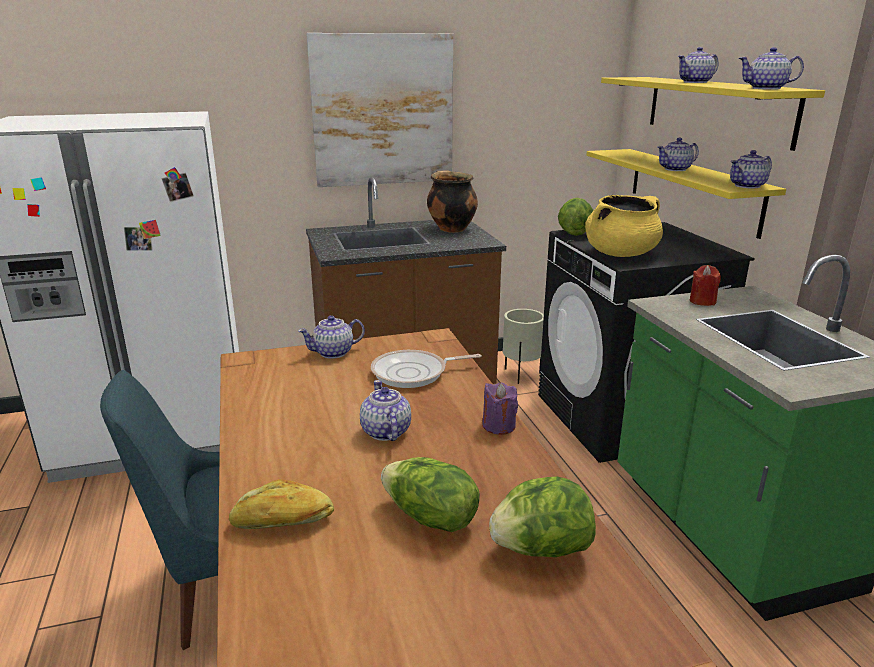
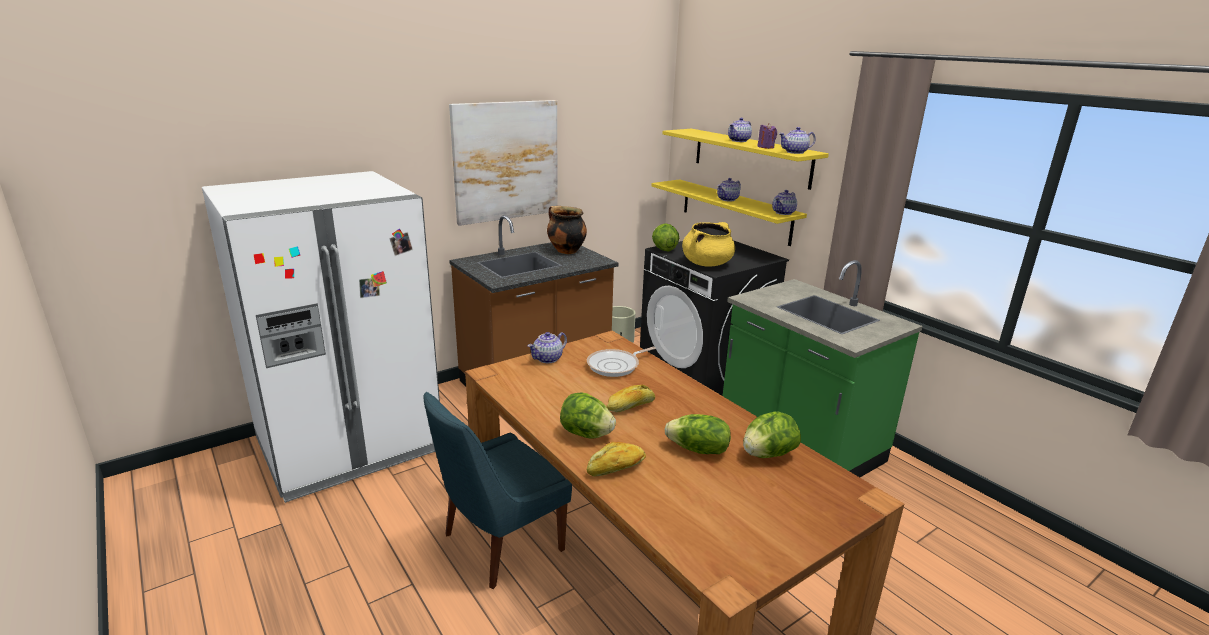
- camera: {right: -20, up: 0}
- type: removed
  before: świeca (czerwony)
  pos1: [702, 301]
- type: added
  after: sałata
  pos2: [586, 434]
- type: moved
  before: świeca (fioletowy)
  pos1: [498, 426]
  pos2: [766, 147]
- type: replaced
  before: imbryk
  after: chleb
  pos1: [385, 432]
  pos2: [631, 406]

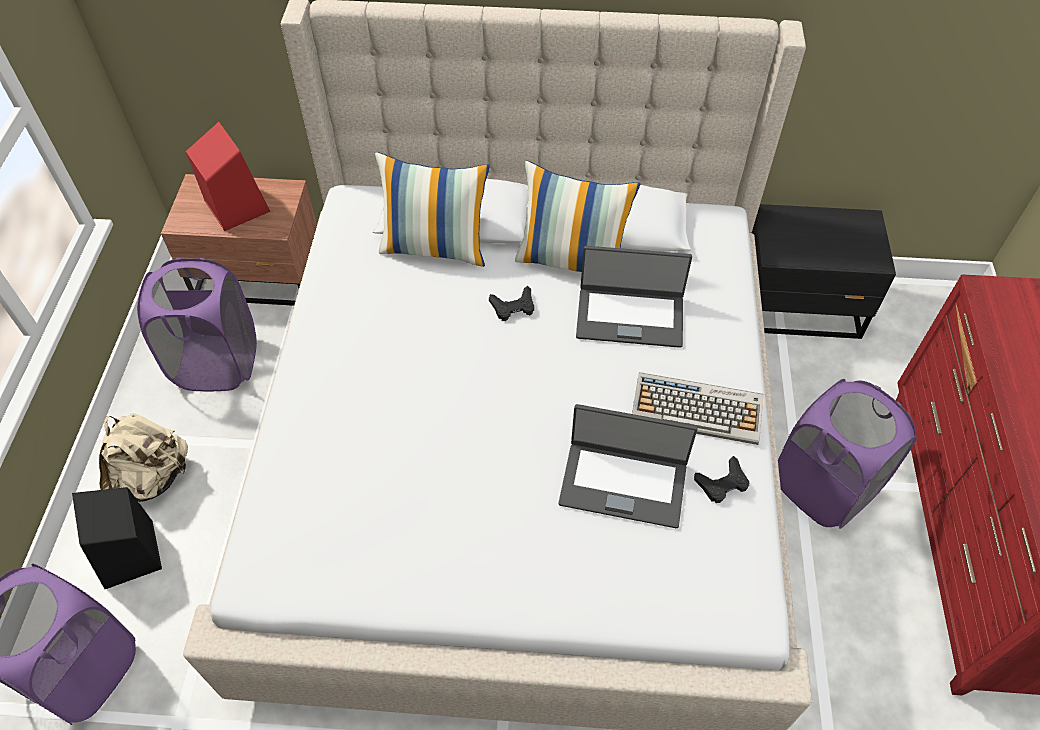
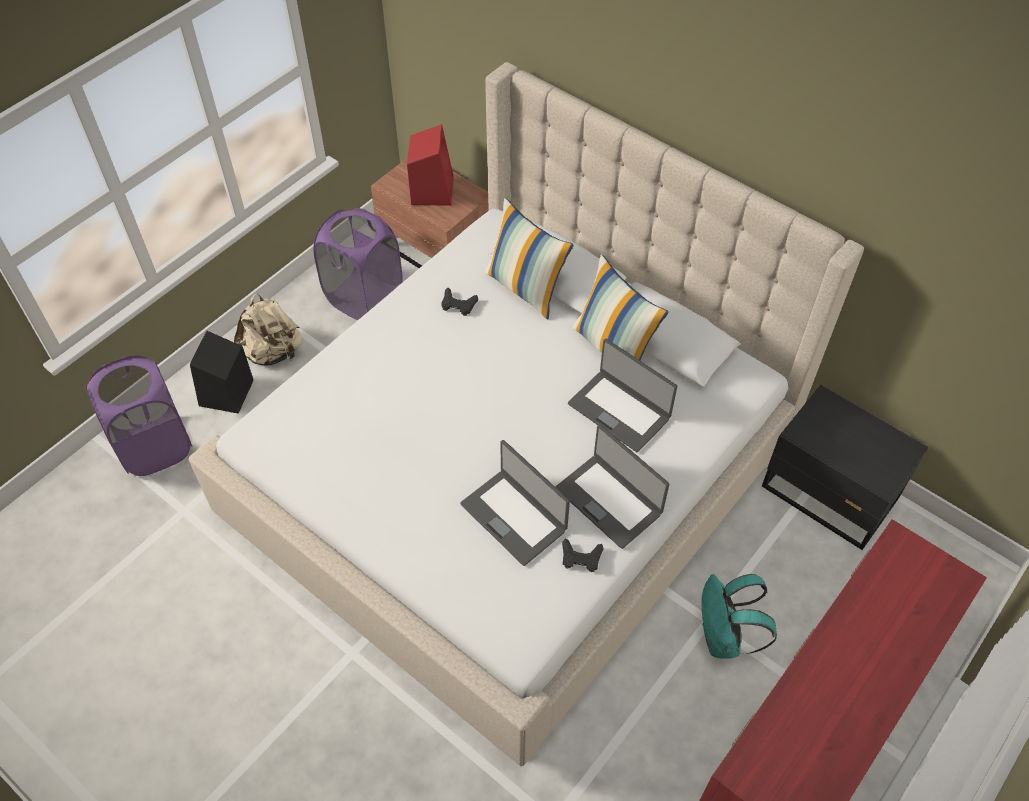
- camera: {right: 35, up: 0}
- type: moved
  before: pad do gier (czarny)
  pos1: [513, 307]
  pos2: [458, 304]
- type: replaced
  before: klawiatura
  after: laptop
  pos1: [697, 409]
  pos2: [609, 500]
- type: replaced
  before: kosz na pranie (fioletowy)
  after: plecak (turkusowy)
  pos1: [824, 487]
  pos2: [723, 638]

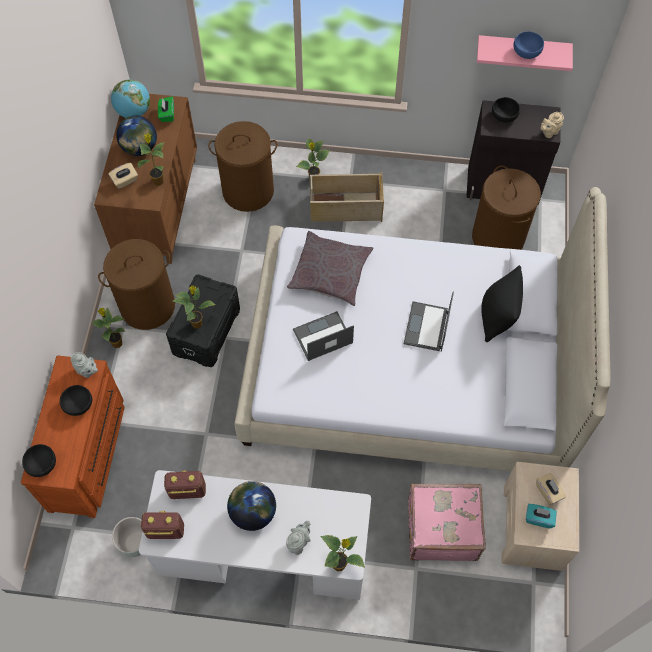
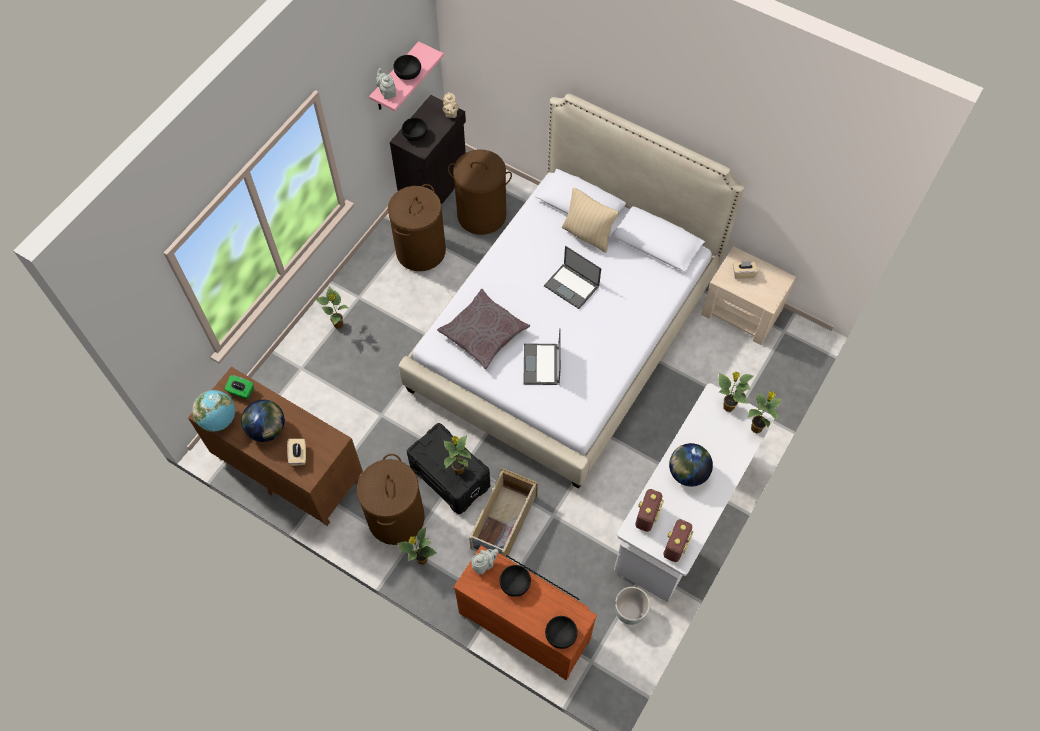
- camera: {right: -65, up: 0}
- type: removed
  before: walizka (różowy)
  pos1: [441, 528]
- type: removed
  before: pudełko chusteczek (turkusowy)
  pos1: [538, 518]
- type: moved
  before: roślina doniczkowa
  pos1: [158, 180]
  pos2: [727, 406]
- type: moved
  before: kosz na pranie (brązowy)
  pos1: [248, 191]
  pos2: [420, 250]
- type: moved
  before: imbryk (szary)
  pos1: [299, 542]
  pos2: [387, 92]
- type: moved
  before: pojemnik do przechowywania (beżowy)
  pos1: [345, 207]
  pos2: [503, 523]
- type: recoloured
  before: poduszka (czarny)
  after: poduszka (beżowy)
  pos1: [497, 317]
  pos2: [587, 235]
- type: recoloured
  before: miska (niebieski)
  after: miska (czarny)
  pos1: [527, 51]
  pos2: [407, 73]

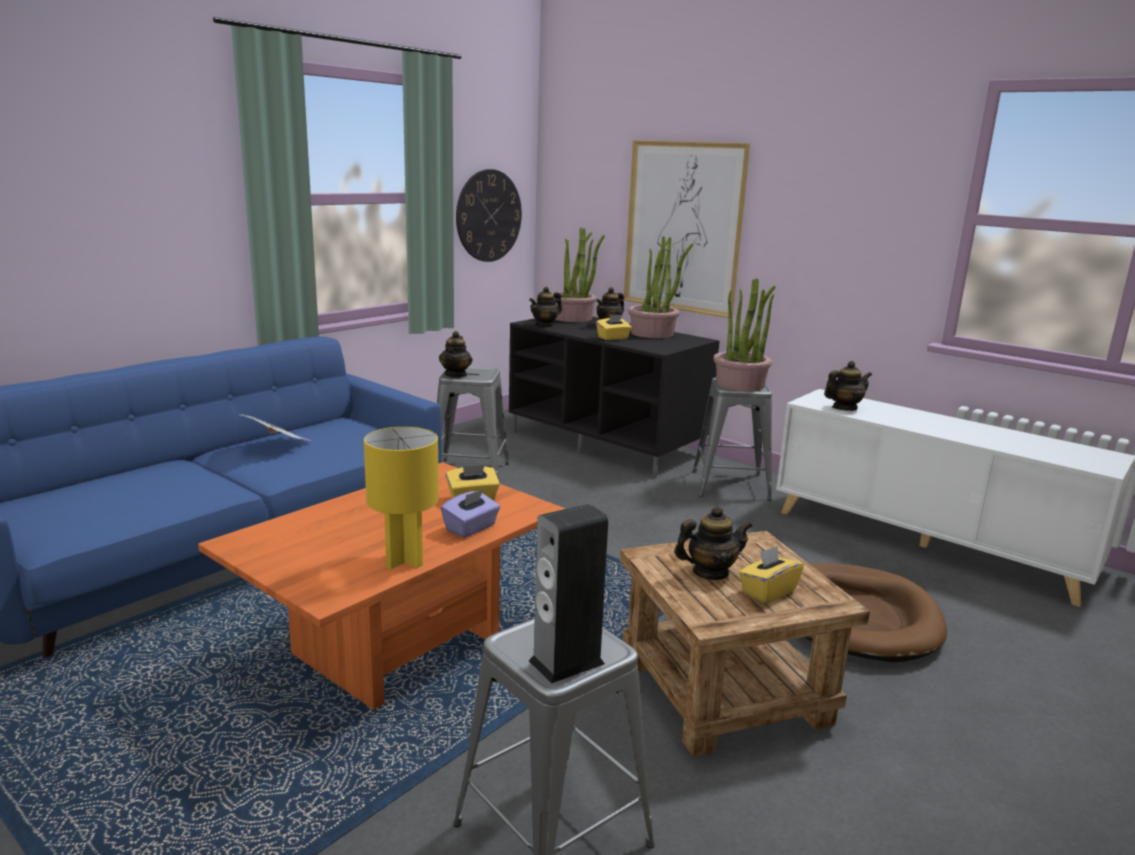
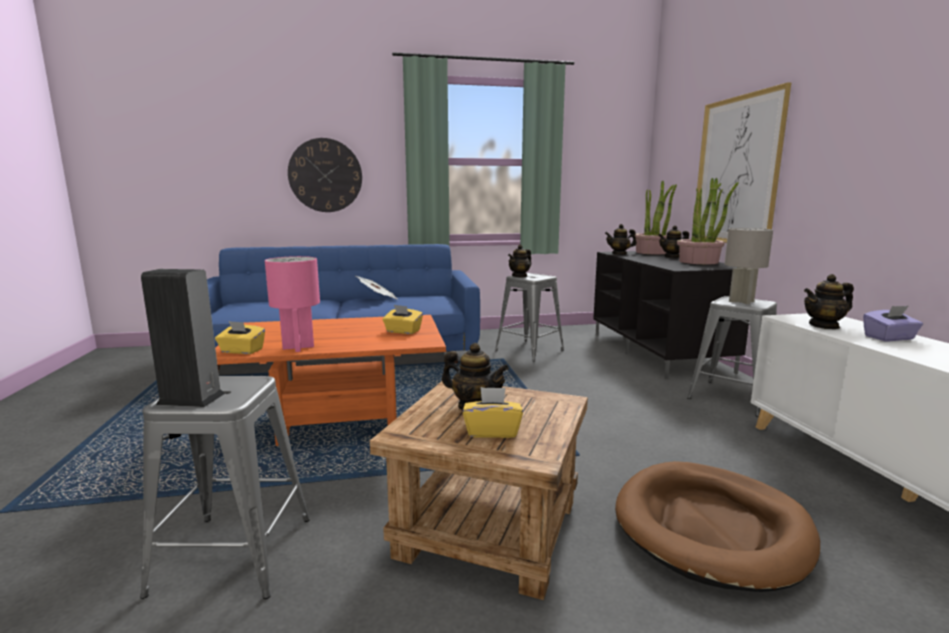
- camera: {right: 40, up: -5}
- type: moved
  before: pudełko chusteczek (fioletowy)
  pos1: [471, 528]
  pos2: [889, 338]
- type: moved
  before: zegar ścienny
  pos1: [489, 216]
  pos2: [325, 175]
- type: moved
  before: pudełko chusteczek (żółty)
  pos1: [613, 338]
  pos2: [242, 351]
- type: replaced
  before: roślina doniczkowa
  after: lampa stołowa (szary)
  pos1: [740, 384]
  pos2: [742, 301]
- type: recoloured
  before: lampa stołowa (żółty)
  after: lampa stołowa (różowy)
  pos1: [403, 560]
  pos2: [298, 347]
- type: turned
  before: imbryk
  pos1: [844, 408]
  pos2: [824, 326]
  turn: 150

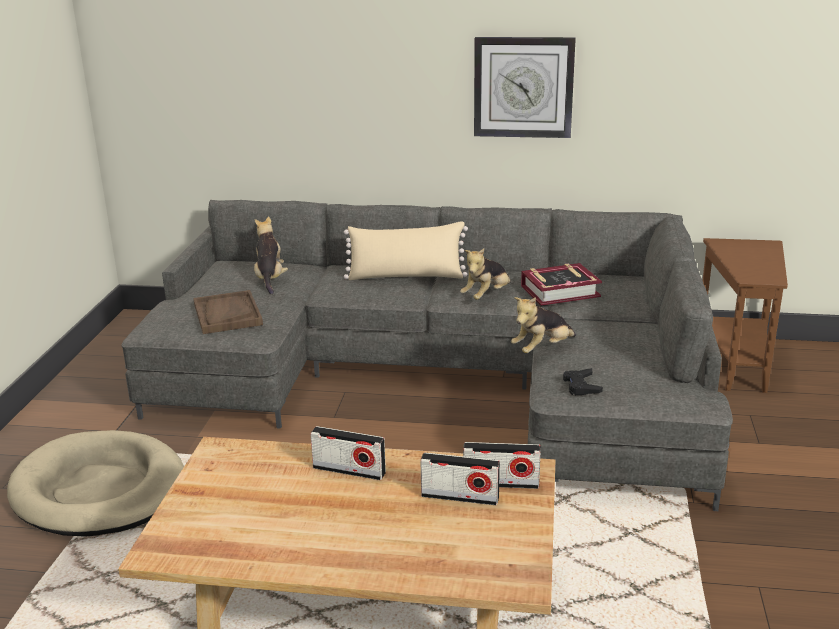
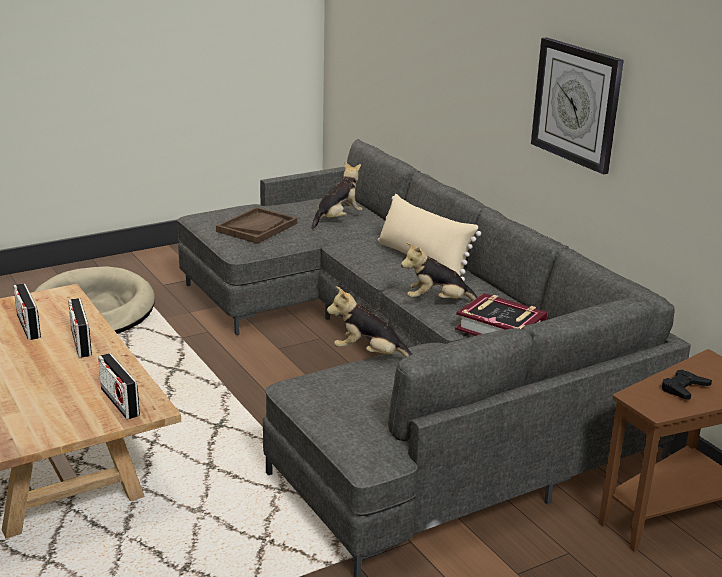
- camera: {right: 50, up: 0}
- type: moved
  before: radio
  pos1: [460, 497]
  pos2: [28, 326]
- type: moved
  before: pad do gier (czarny)
  pos1: [581, 386]
  pos2: [684, 389]

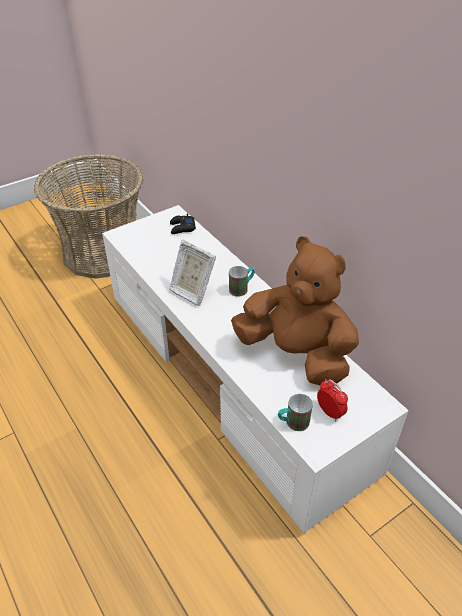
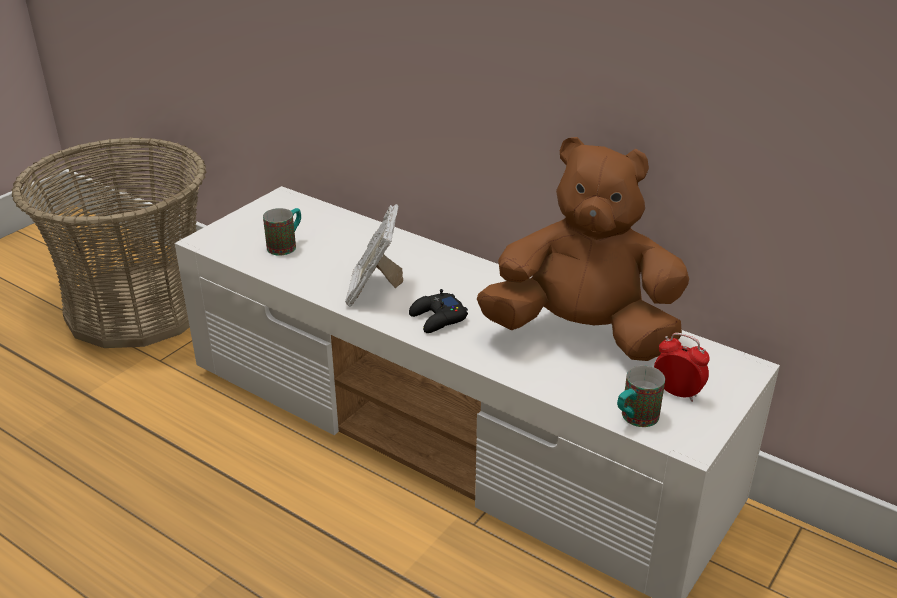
- camera: {right: -20, up: -10}
- type: moved
  before: pad do gier (czarny)
  pos1: [182, 228]
  pos2: [438, 318]
- type: moved
  before: kubek
  pos1: [242, 289]
  pos2: [286, 245]
- type: turned
  before: ramka na zdjęcie
  pos1: [192, 291]
  pos2: [374, 290]
  turn: 75

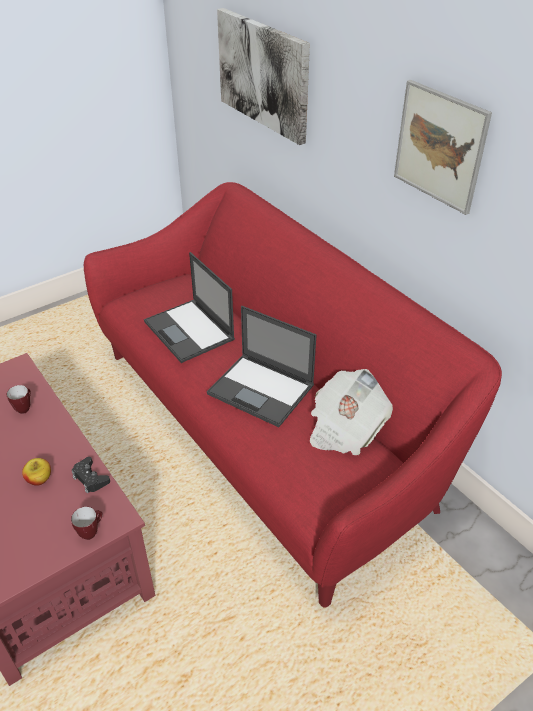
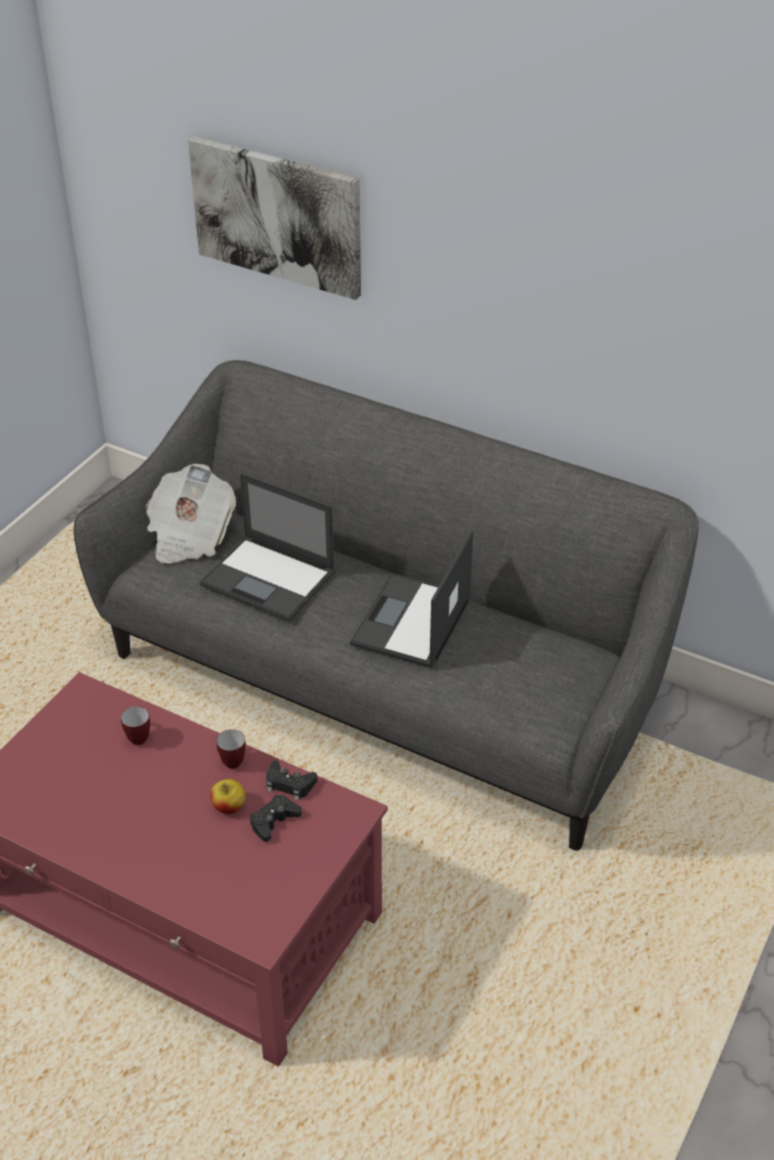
- camera: {right: -25, up: 0}
- type: removed
  before: obraz
  pos1: [440, 146]
- type: added
  after: pad do gier (czarny)
  pos2: [274, 821]
- type: moved
  before: kubek
  pos1: [91, 531]
  pos2: [233, 760]
- type: moved
  before: gazeta
  pos1: [345, 427]
  pos2: [189, 535]
- type: recoloured
  before: kanapa (czerwony)
  after: kanapa (szary)
  pos1: [266, 427]
  pos2: [387, 679]
- type: turned
  before: laptop
  pos1: [262, 390]
  pos2: [411, 622]
  turn: 105

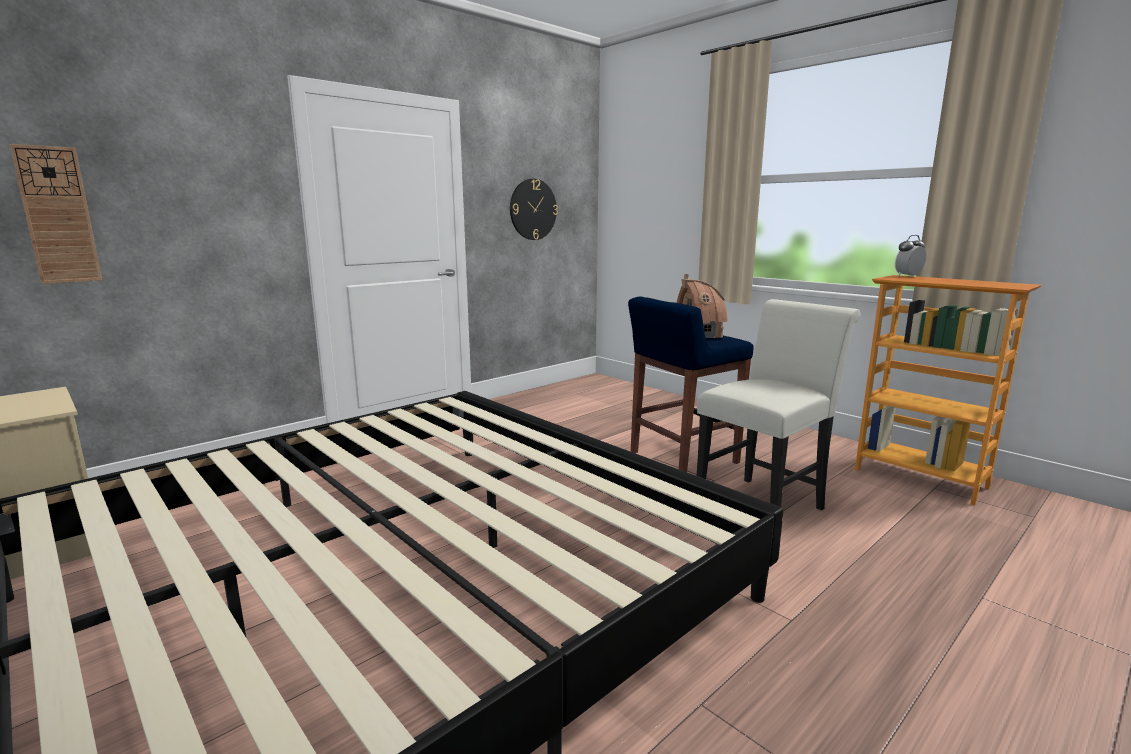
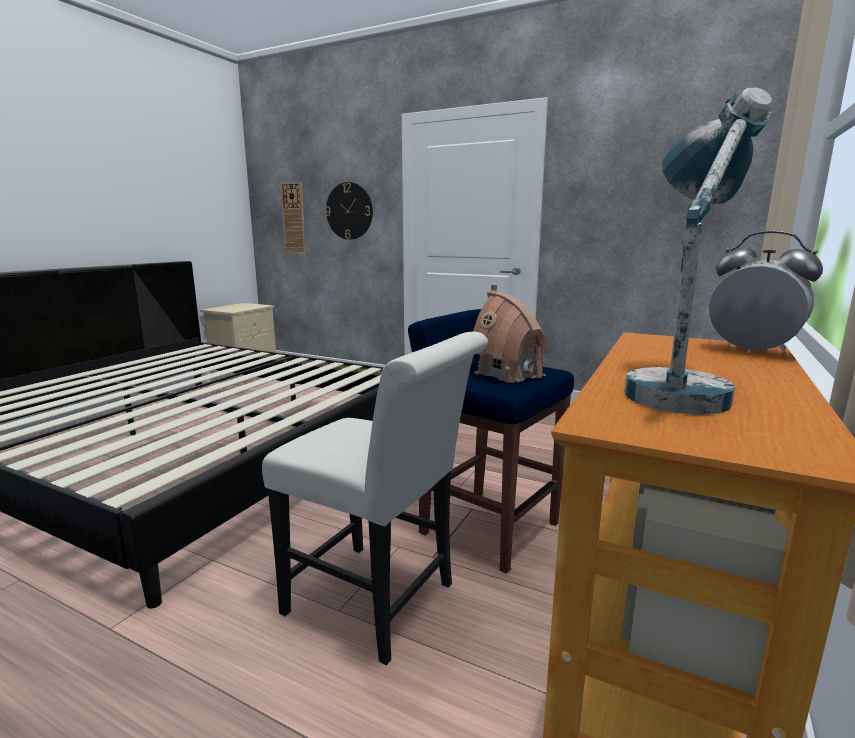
- camera: {right: 70, up: 0}
- type: added
  after: lampa stołowa
  pos2: [677, 386]
- type: moved
  before: zegar ścienny
  pos1: [533, 209]
  pos2: [349, 211]

